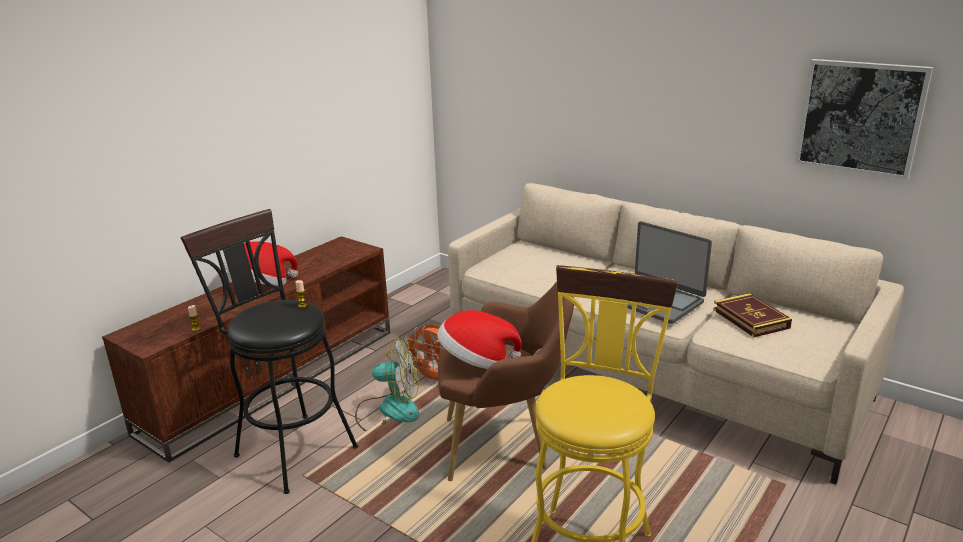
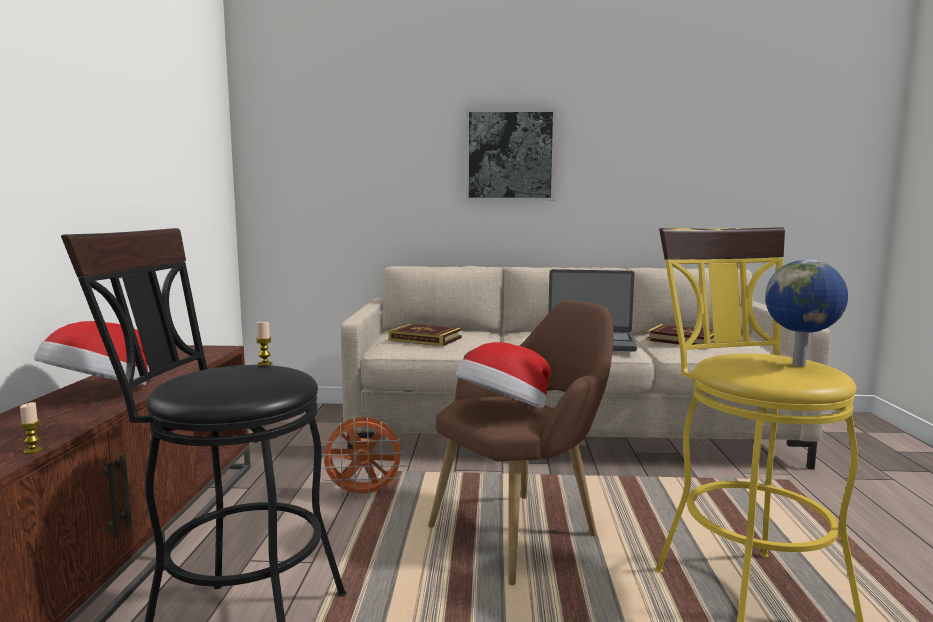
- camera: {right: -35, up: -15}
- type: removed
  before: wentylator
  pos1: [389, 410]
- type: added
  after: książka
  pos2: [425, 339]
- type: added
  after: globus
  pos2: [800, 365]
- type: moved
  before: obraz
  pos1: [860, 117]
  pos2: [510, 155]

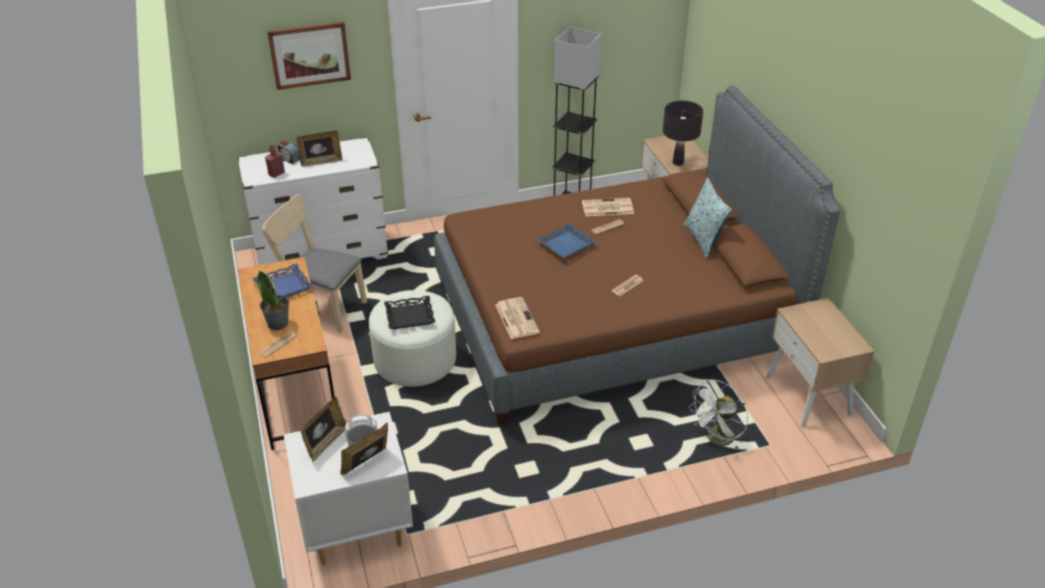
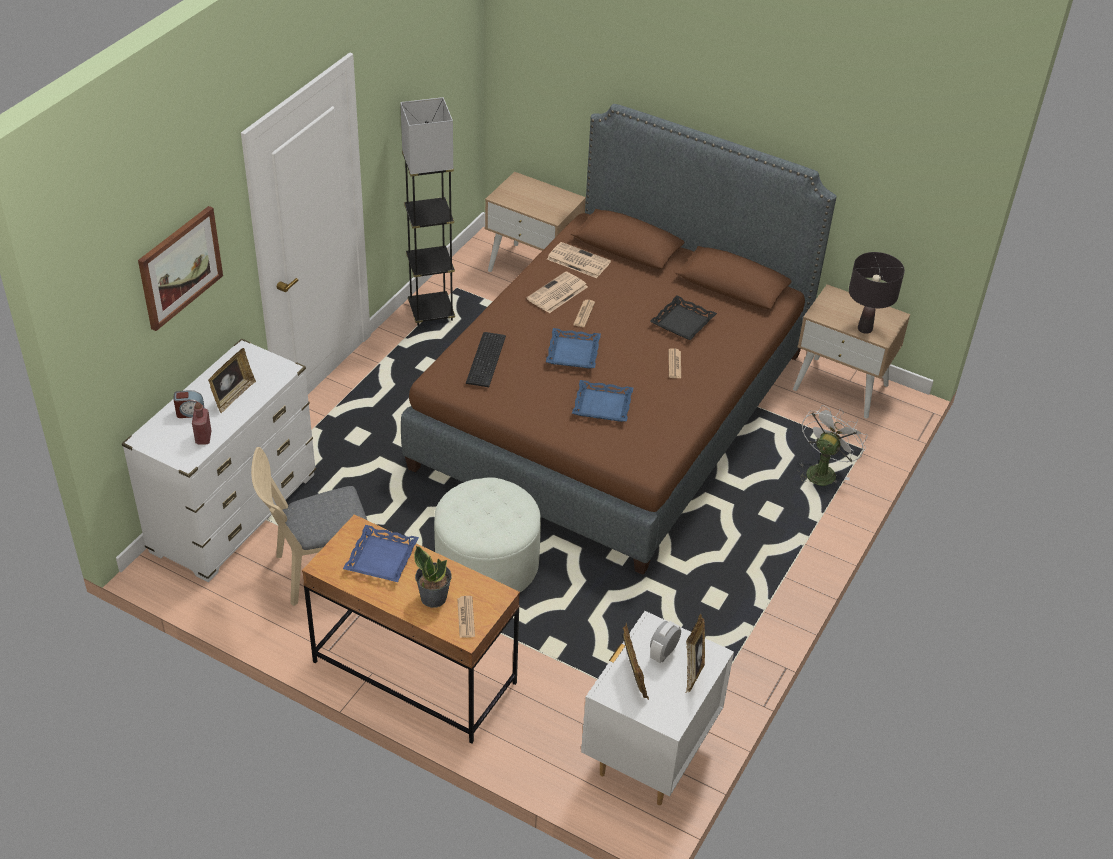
- camera: {right: -45, up: 5}
- type: removed
  before: poduszka
  pos1: [703, 240]
- type: added
  after: klawiatura
  pos2: [487, 359]
- type: added
  after: taca (niebieski)
  pos2: [602, 405]
- type: moved
  before: taca (czarny)
  pos1: [409, 316]
  pos2: [682, 322]
- type: moved
  before: gazeta
  pos1: [516, 318]
  pos2: [577, 260]
- type: moved
  before: lampa stołowa (czarny)
  pos1: [678, 162]
  pos2: [865, 329]
- type: turned
  before: wentylator (biały)
  pos1: [717, 440]
  pos2: [822, 471]
  turn: -150

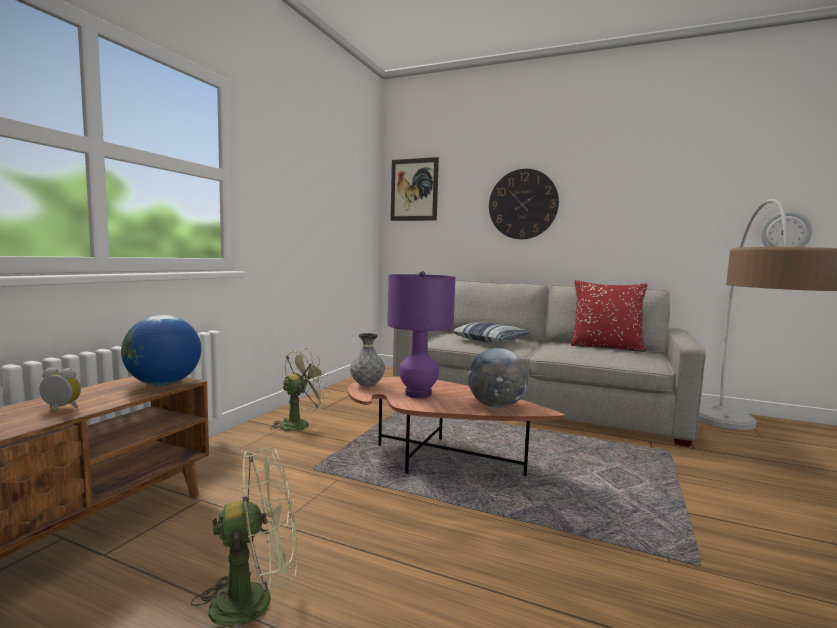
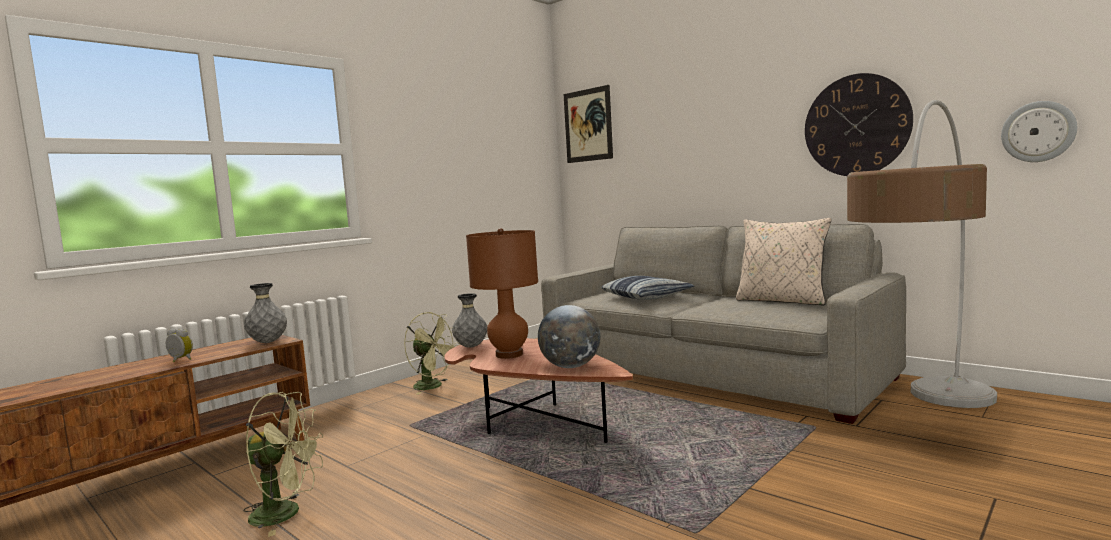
- camera: {right: 20, up: 0}
- type: moved
  before: zegar ścienny
  pos1: [523, 204]
  pos2: [856, 125]
- type: replaced
  before: globus
  after: wazon (szary)
  pos1: [163, 383]
  pos2: [268, 342]
- type: recoloured
  before: lampa stołowa (fioletowy)
  after: lampa stołowa (brązowy)
  pos1: [418, 394]
  pos2: [509, 354]
- type: recoloured
  before: poduszka (czerwony)
  after: poduszka (beżowy)
  pos1: [606, 347]
  pos2: [782, 301]
- type: turned
  before: wentylator (zielony)
  pos1: [300, 424]
  pos2: [433, 386]
  turn: 60

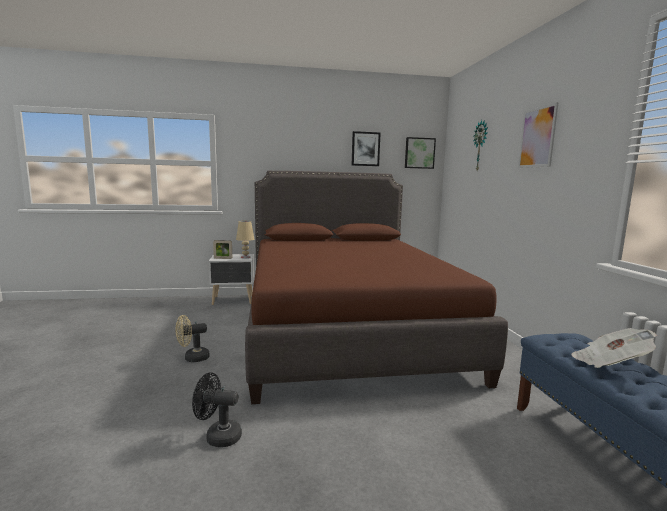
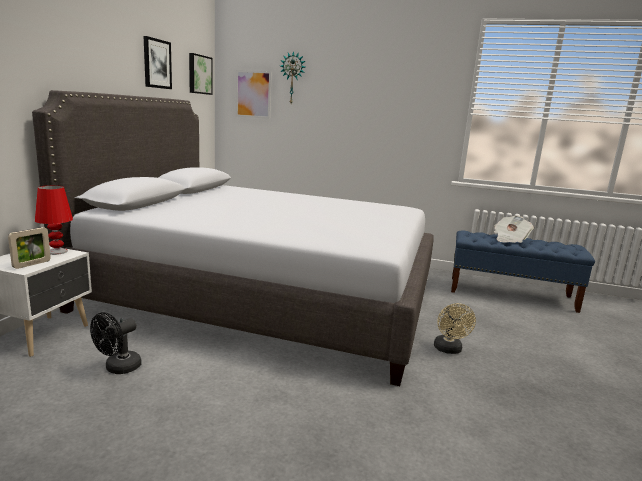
- camera: {right: -65, up: 5}
- type: moved
  before: wentylator (beżowy)
  pos1: [192, 358]
  pos2: [449, 350]
- type: moved
  before: wentylator (czarny)
  pos1: [218, 436]
  pos2: [118, 368]
- type: moved
  before: obraz
  pos1: [537, 137]
  pos2: [253, 94]
- type: recoloured
  before: lampa stołowa (beżowy)
  after: lampa stołowa (czerwony)
  pos1: [245, 257]
  pos2: [57, 251]
- type: recoloured
  before: łóżko (brązowy)
  after: łóżko (szary)
  pos1: [345, 329]
  pos2: [263, 298]

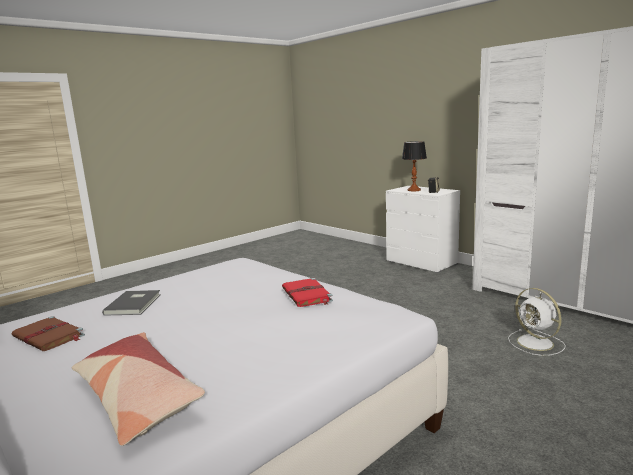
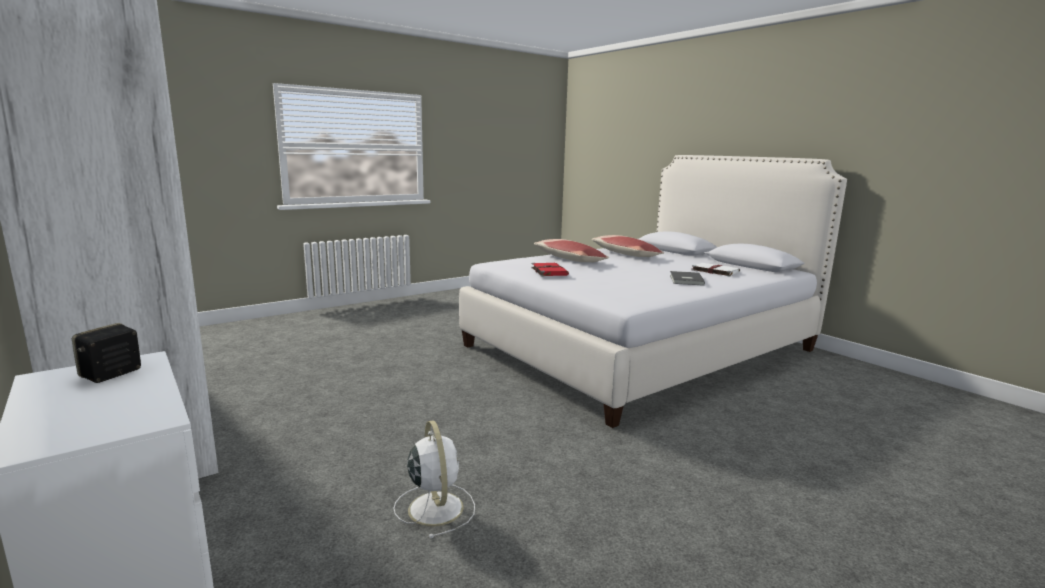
- camera: {right: -175, up: 0}
- type: removed
  before: lampa stołowa
  pos1: [414, 190]
- type: added
  after: poduszka
  pos2: [569, 259]
- type: moved
  before: wentylator (biały)
  pos1: [536, 343]
  pos2: [435, 507]
- type: recoloured
  before: książka (brązowy)
  after: książka (biały)
  pos1: [49, 336]
  pos2: [714, 271]

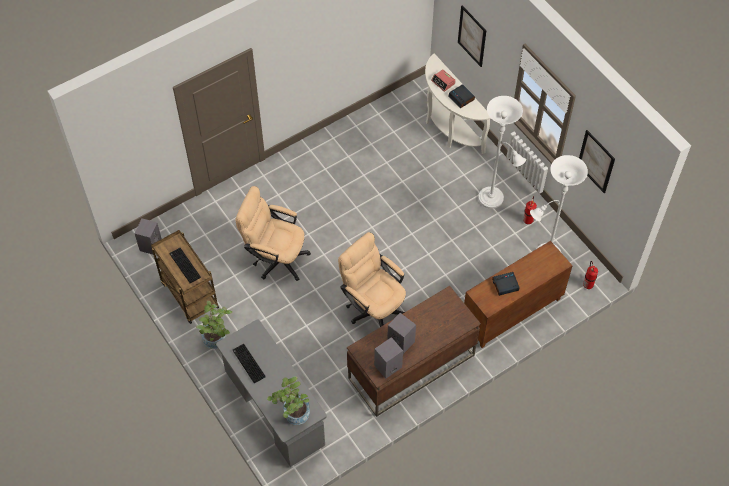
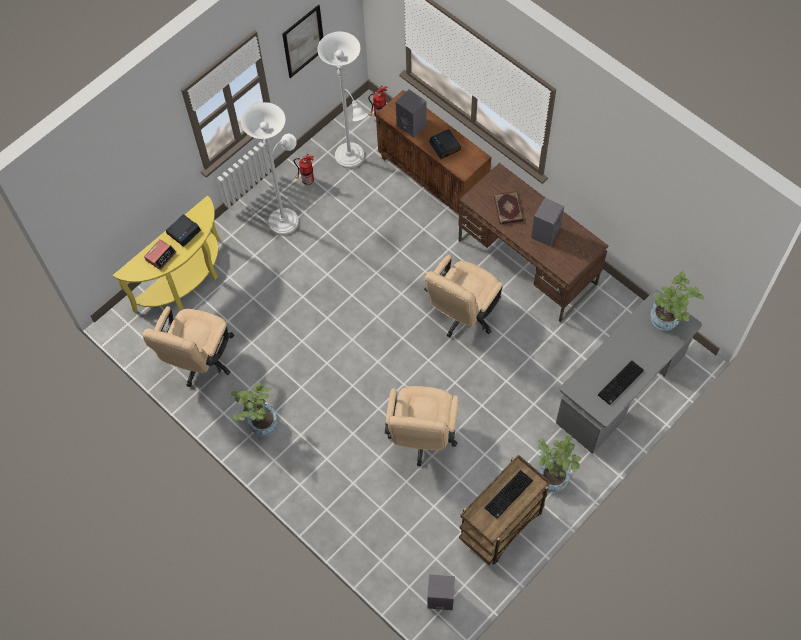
- camera: {right: -100, up: 5}
- type: removed
  before: obraz
  pos1: [472, 36]
- type: added
  after: krzesło biurowe (beżowy)
  pos2: [199, 362]
- type: added
  after: roślina doniczkowa
  pos2: [259, 423]
- type: added
  after: książka
  pos2: [509, 208]
- type: moved
  before: głośnik (szary)
  pos1: [388, 367]
  pos2: [412, 125]
- type: recoloured
  before: stolik konsolowy (biały)
  after: stolik konsolowy (żółty)
  pos1: [448, 128]
  pos2: [186, 283]

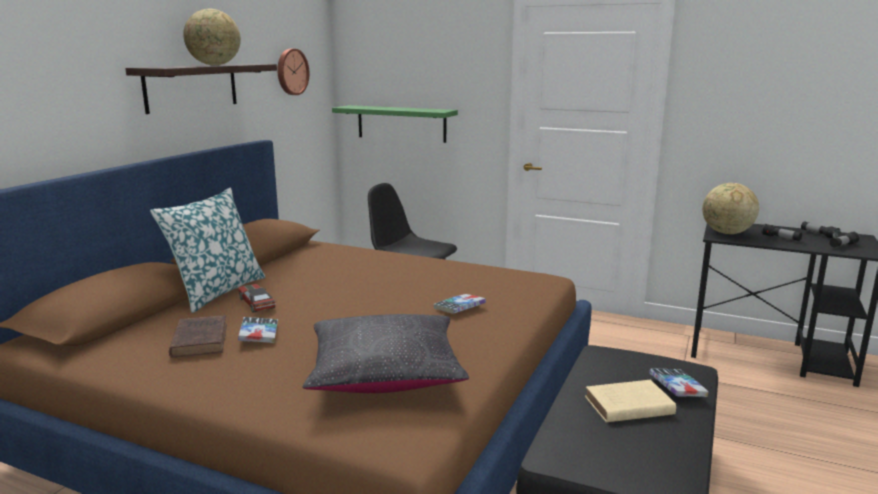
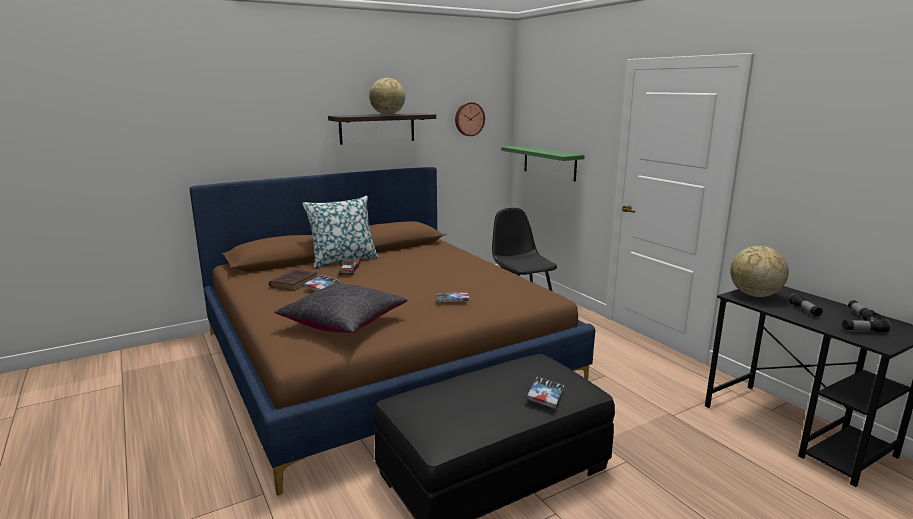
- camera: {right: 35, up: 0}
- type: removed
  before: książka (beżowy)
  pos1: [626, 406]

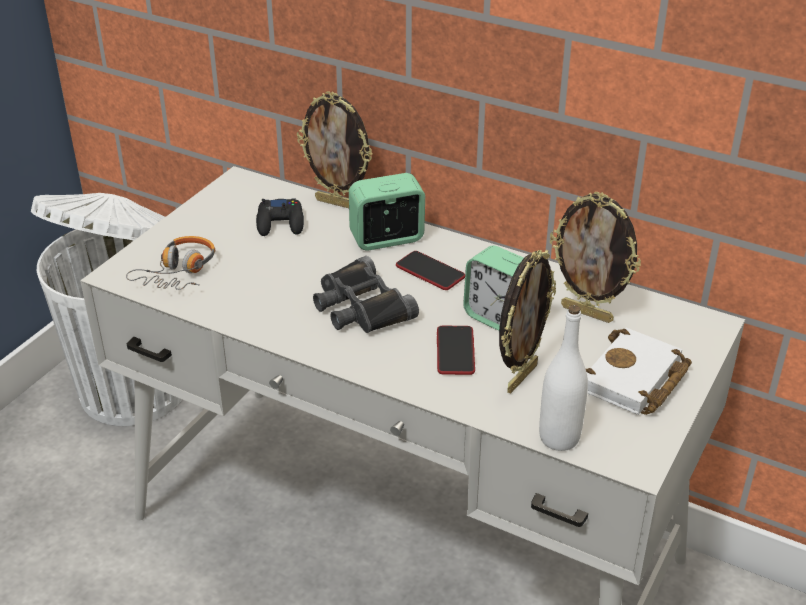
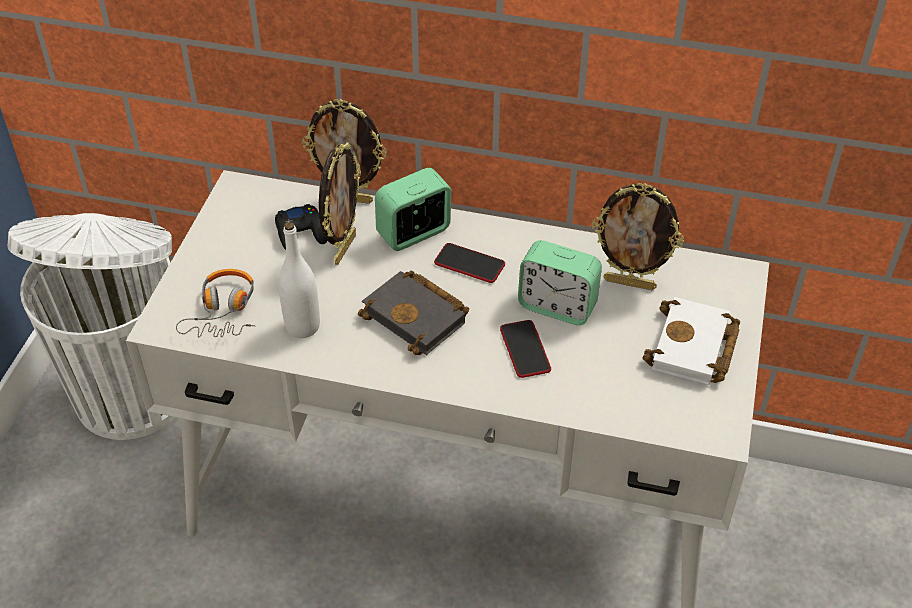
- camera: {right: -15, up: 10}
- type: moved
  before: ramka na zdjęcie
  pos1: [520, 377]
  pos2: [343, 248]
- type: moved
  before: butelka (biały)
  pos1: [559, 438]
  pos2: [302, 326]
- type: replaced
  before: lornetka (czarny)
  after: książka (czarny)
  pos1: [360, 307]
  pos2: [418, 317]

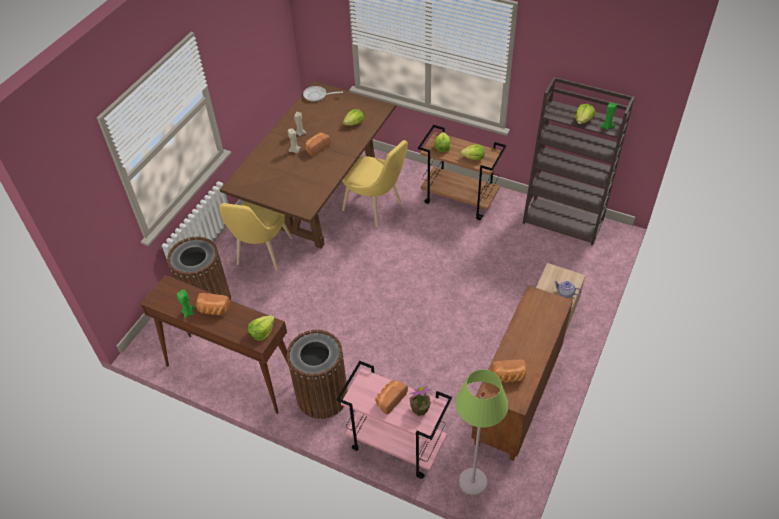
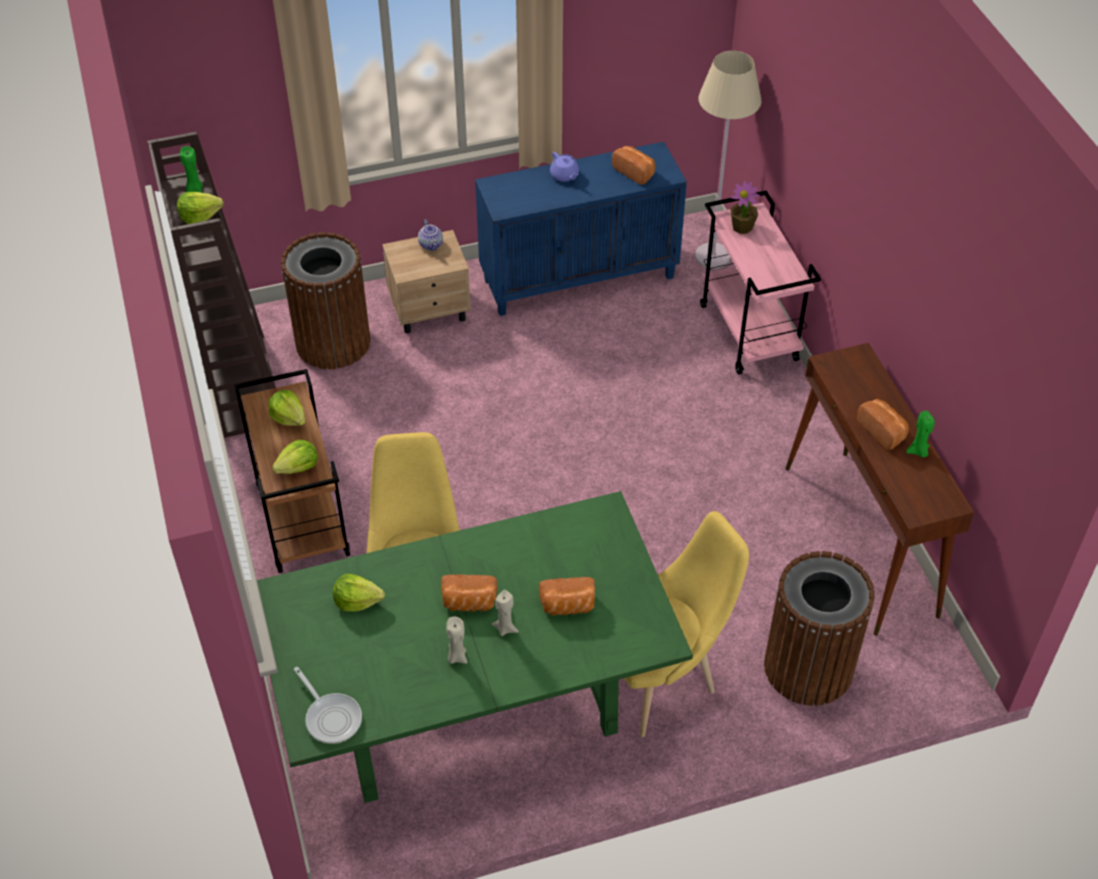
- camera: {right: -135, up: 0}
- type: removed
  before: sałata
  pos1: [262, 332]
- type: added
  after: imbryk (fioletowy)
  pos2: [564, 175]
- type: moved
  before: kosz na śmieci (brązowy)
  pos1: [322, 396]
  pos2: [333, 342]
- type: moved
  before: chleb
  pos1: [390, 399]
  pos2: [567, 606]
- type: recoloured
  before: stół jadalny (brązowy)
  after: stół jadalny (zielony)
  pos1: [319, 198]
  pos2: [474, 702]
- type: recoloured
  before: lampa stojąca (zielony)
  after: lampa stojąca (beżowy)
  pos1: [472, 481]
  pos2: [713, 256]
- type: recoloured
  before: szafka (brązowy)
  after: szafka (niebieski)
  pos1: [517, 399]
  pos2: [579, 277]

